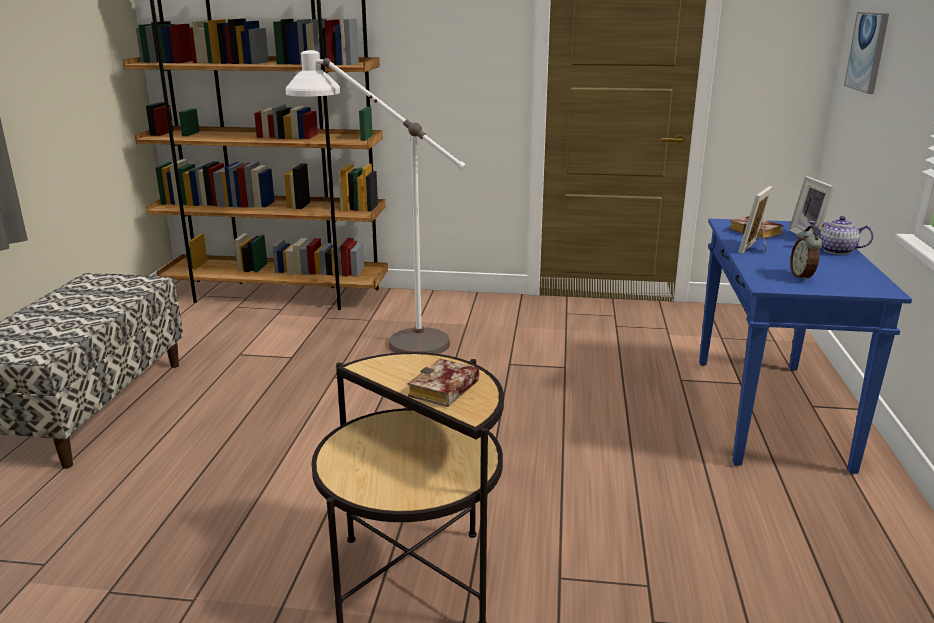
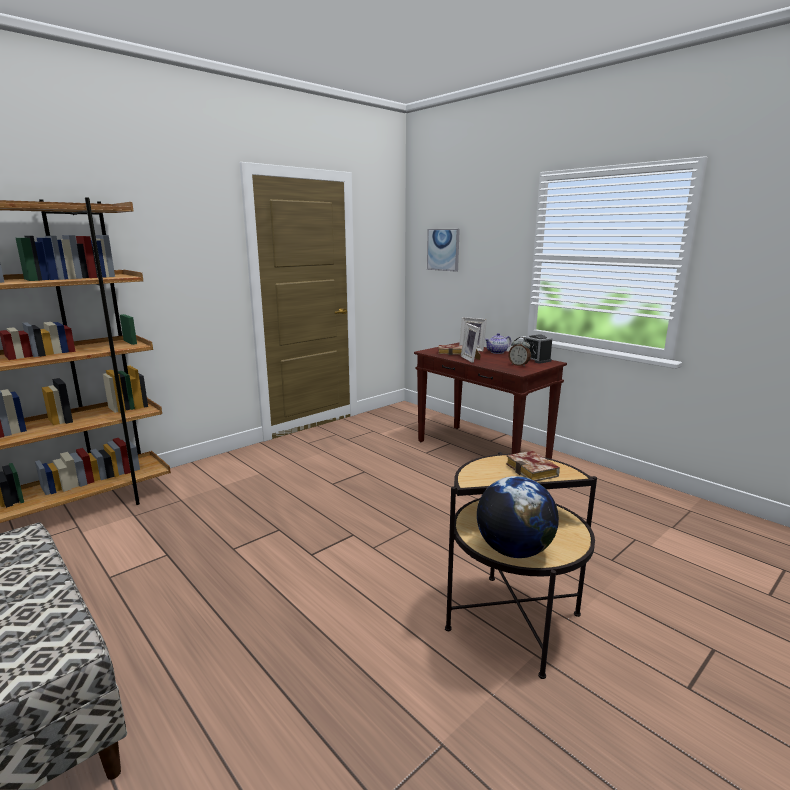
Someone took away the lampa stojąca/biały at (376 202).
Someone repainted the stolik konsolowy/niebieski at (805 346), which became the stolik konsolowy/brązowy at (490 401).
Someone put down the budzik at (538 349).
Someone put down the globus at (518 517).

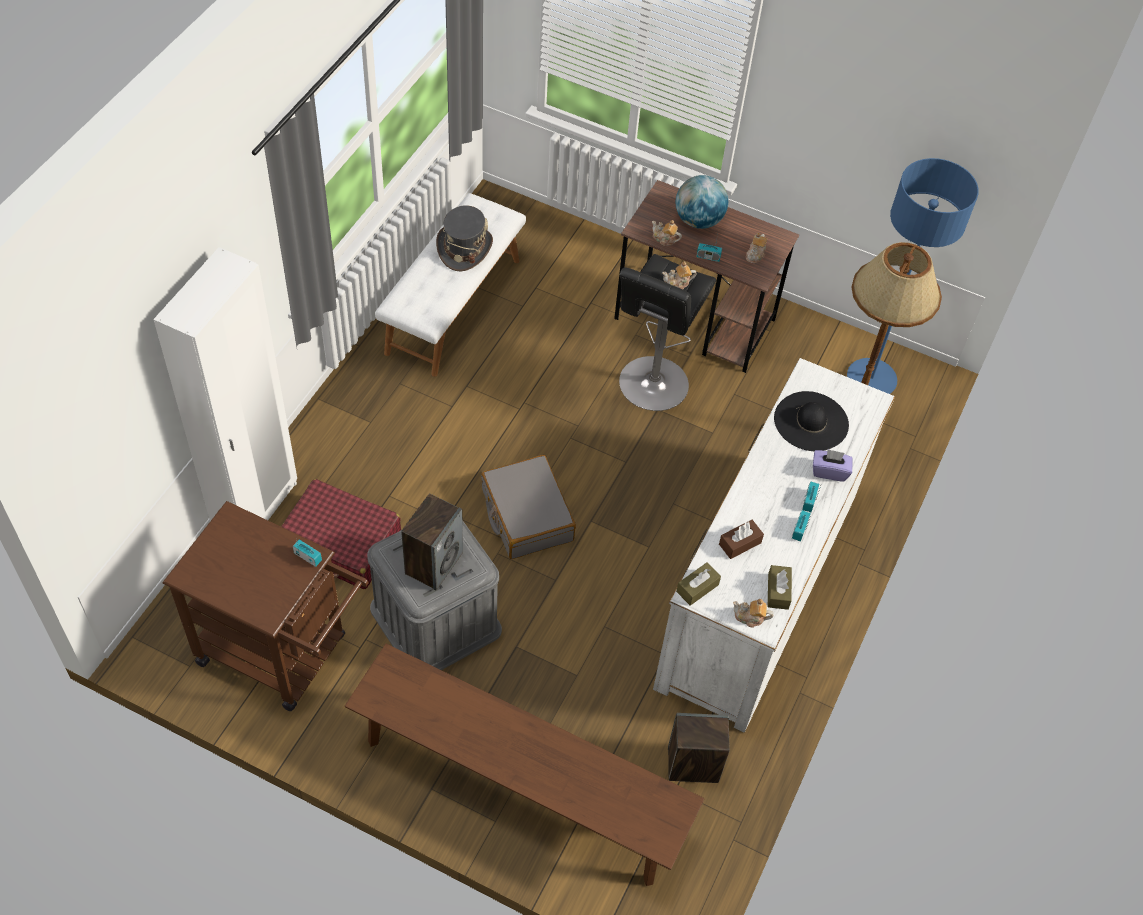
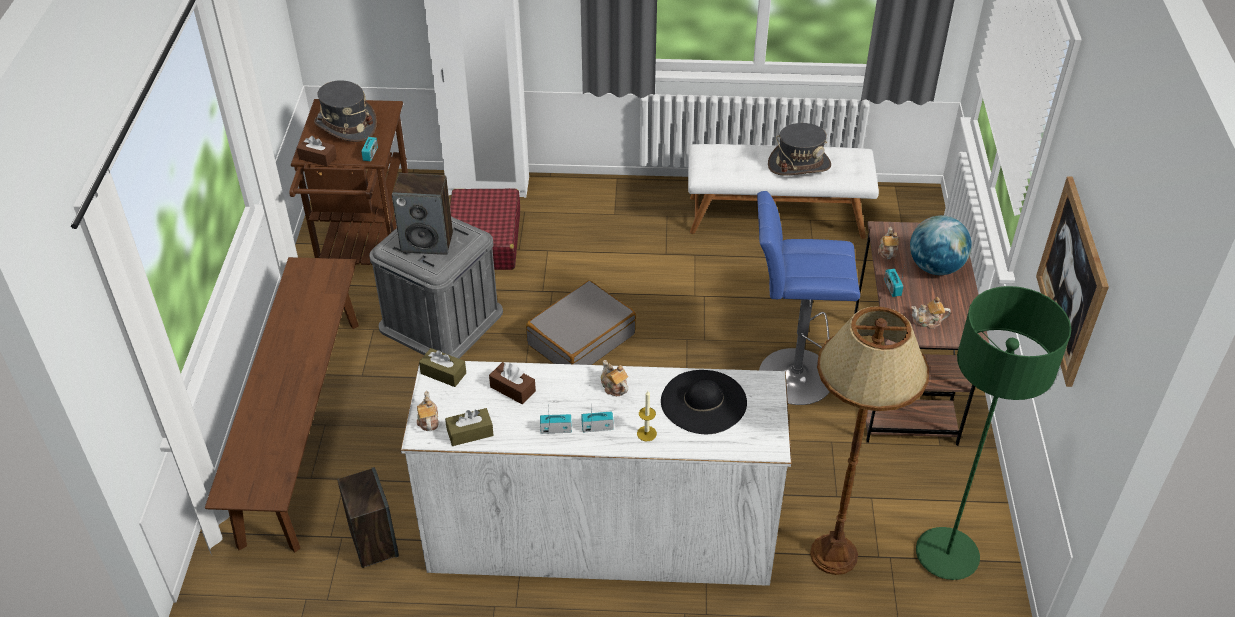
Someone repainted the lampa stojąca/niebieski at (913 276), which became the lampa stojąca/zielony at (993 433).
Someone repainted the stołek/czarny at (667 332), which became the stołek/niebieski at (808 298).
Someone carried the imbryk from (679 275) to (614 378).
Someone swapped the pudełko chusteczek/fioletowy at (832 465) for the świeca at (647 416).
Someone put down the kapelusz/szary at (345 111).
Someone put down the pudełko chusteczek/brązowy at (317 151).
Someone put up the obraz at (1072 282).

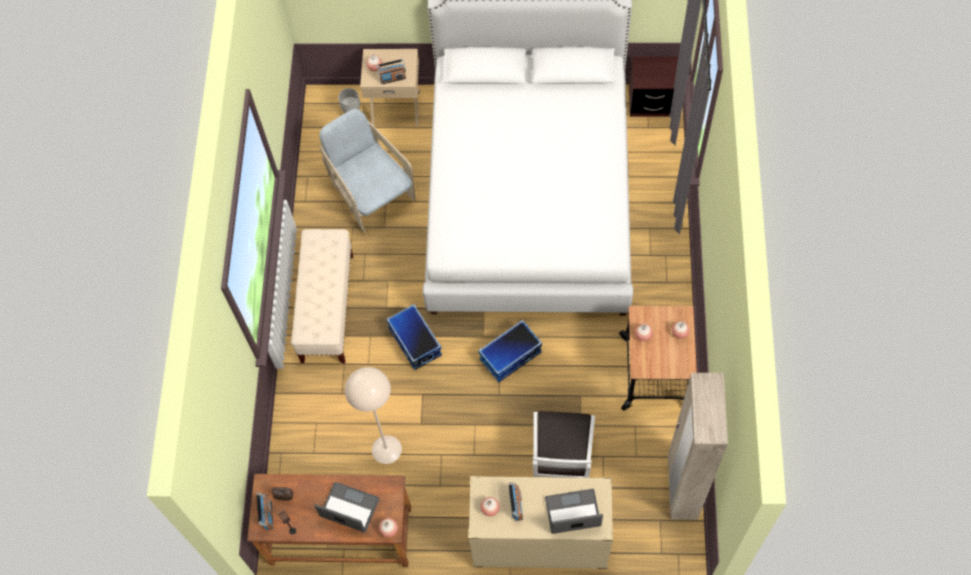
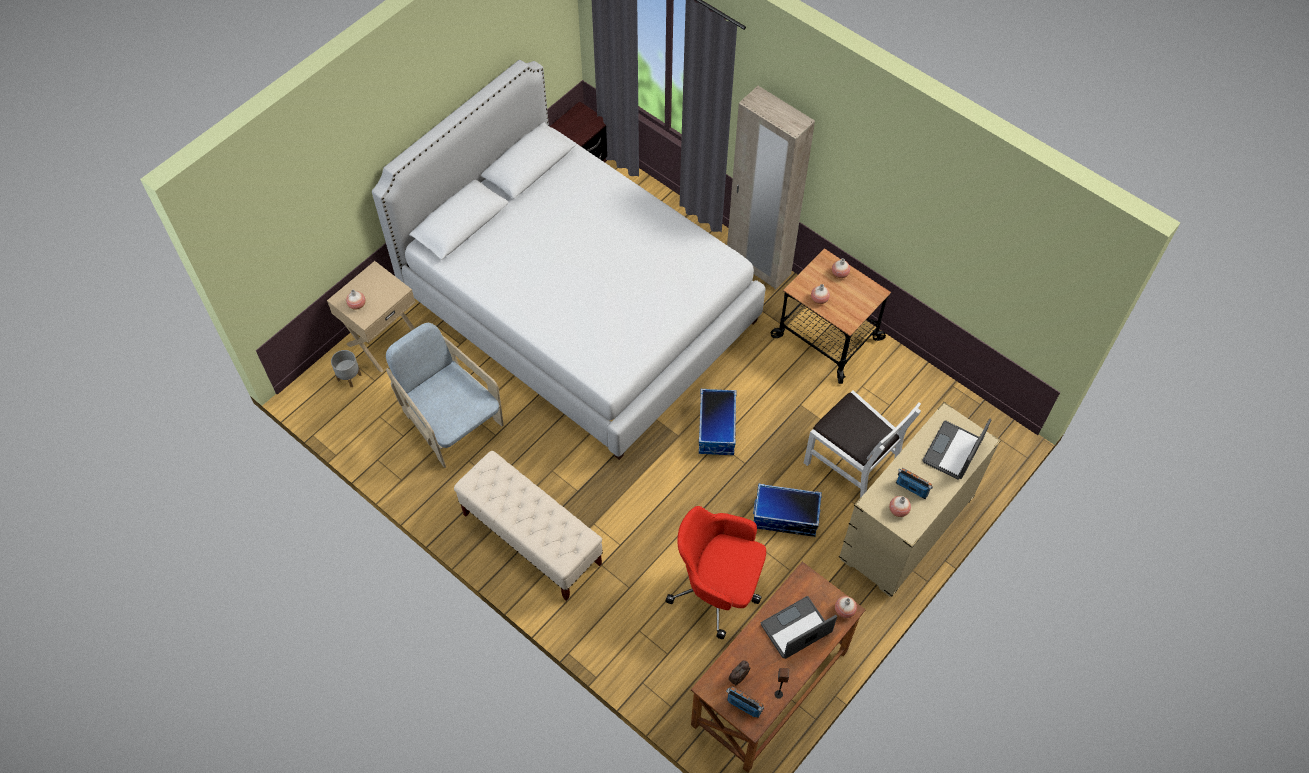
Someone took away the radio at (391 71).
Someone rotated the fotel/beżowy at (367 171) by 45 degrees clockwise.
Someone carried the pojemnik do przechowywania from (414 337) to (787 510).
Someone swapped the lampa stojąca/beżowy at (373 415) for the krzesło biurowe/czerwony at (715 572).
Someone carried the szafa/beżowy from (698 446) to (771 188).

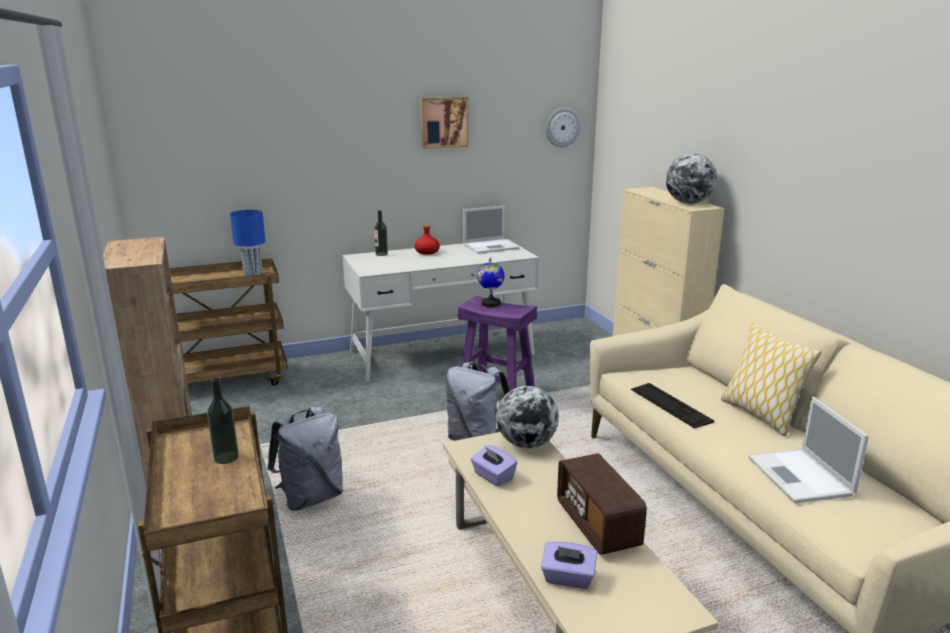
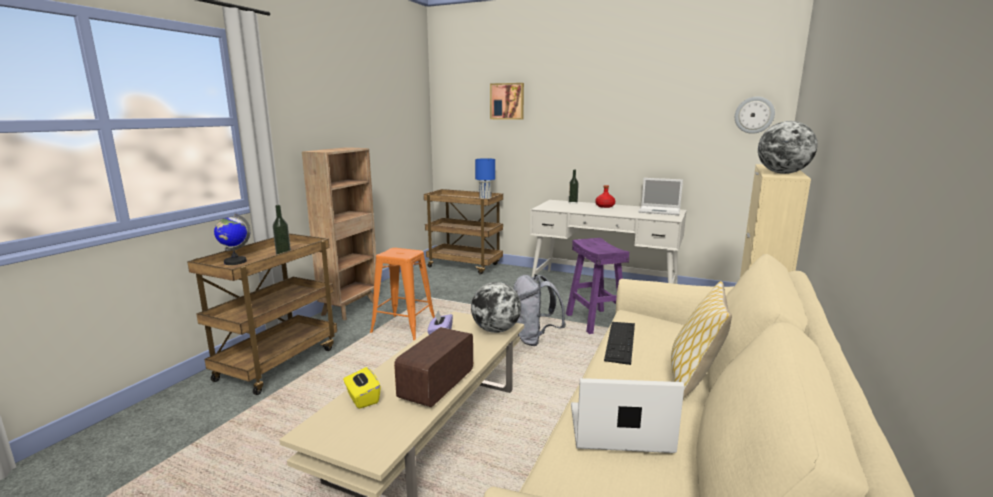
Someone carried the obraz from (444 123) to (507 101).
Someone carried the globus from (490 282) to (232 239).
Someone rotated the laptop at (808 450) by 60 degrees clockwise.
Someone swapped the plecak/szary at (305 459) for the stołek/pomarańczowy at (402 294).
Someone repainted the pudełko chusteczek/fioletowy at (569 565), which became the pudełko chusteczek/żółty at (362 388).

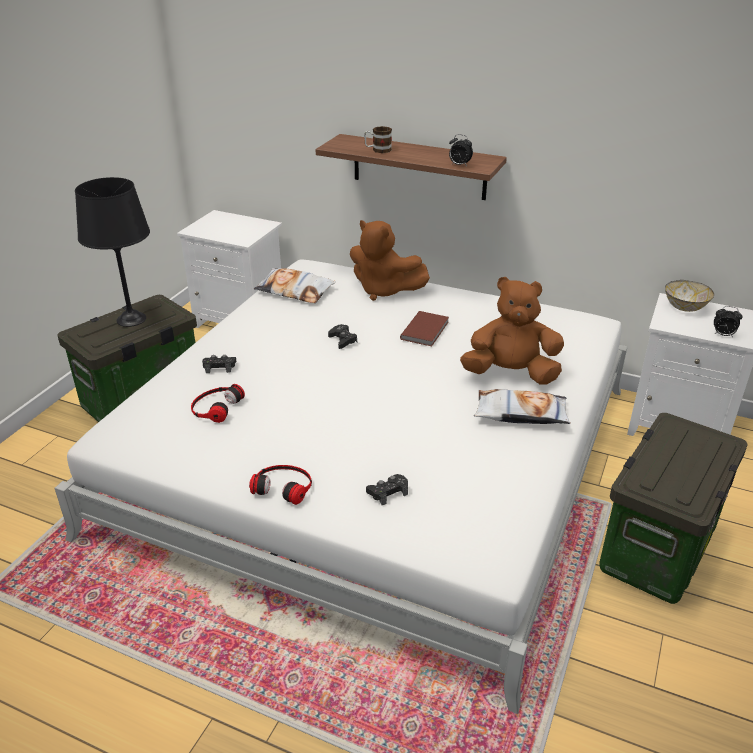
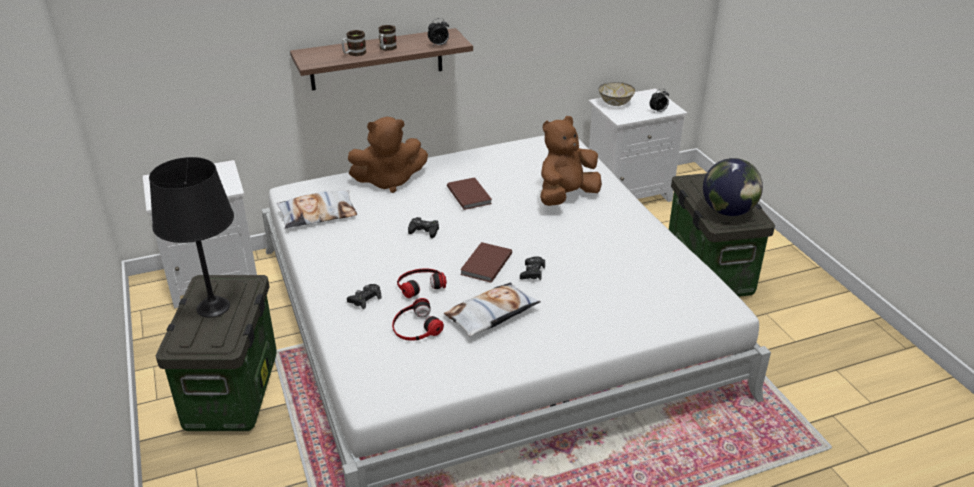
Someone carried the poduszka from (522 406) to (492 309).
Someone carried the słuchawki from (280 485) to (422 283).
Someone carried the pad do gier/czarny from (387 489) to (532 269).
Someone put down the kubek at (387 38).
Someone put down the globus at (733 187).
Someone put down the książka/brązowy at (486 262).

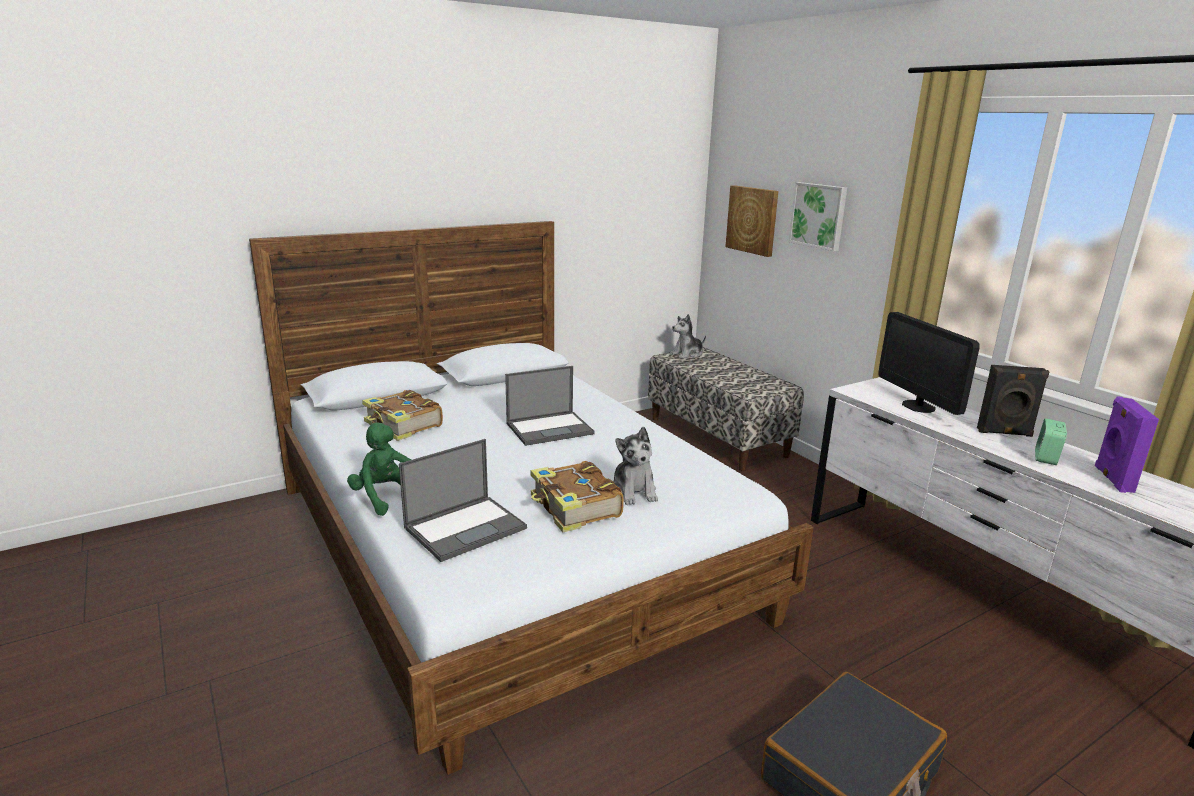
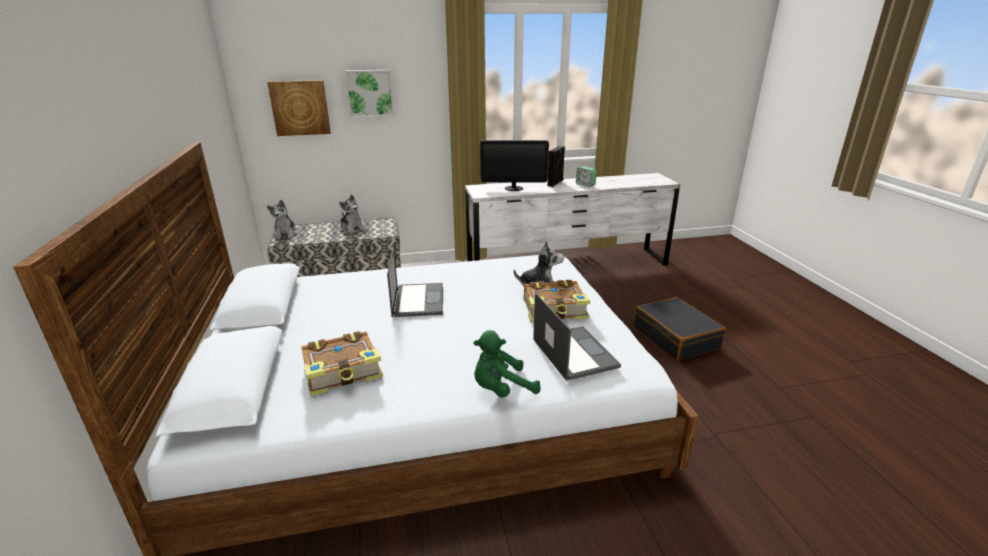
Someone took away the głośnik/fioletowy at (1127 444).
Someone put down the pluszak at (352 214).

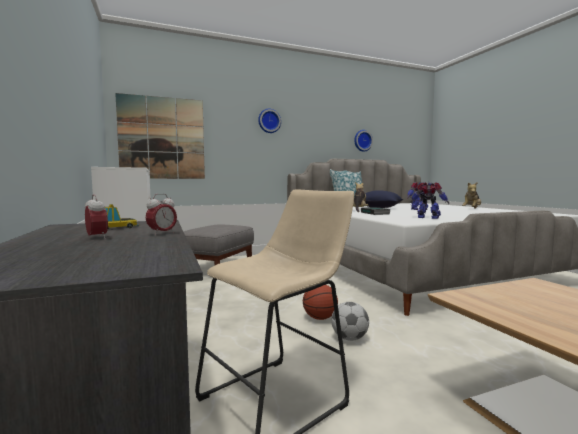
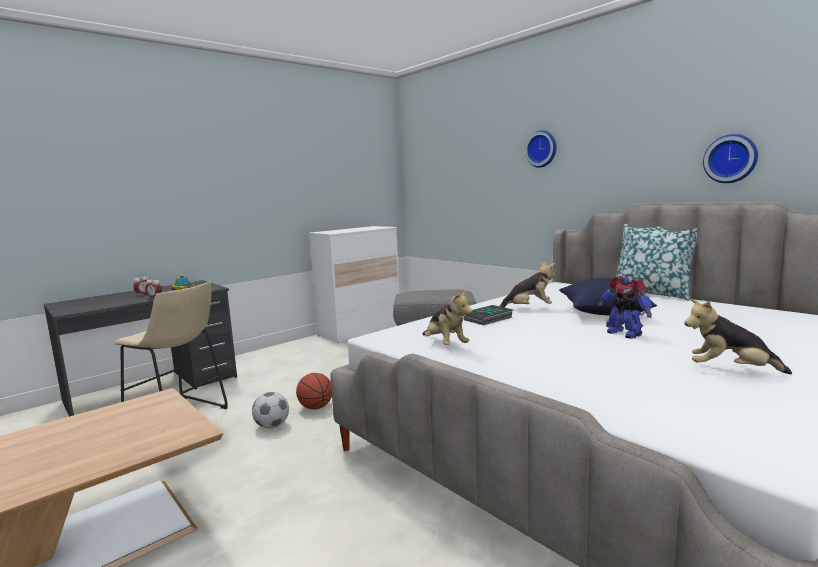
Someone took away the obraz at (160 136).
Someone swapped the robot zabawkowy at (430 200) for the pluszak at (447 317).

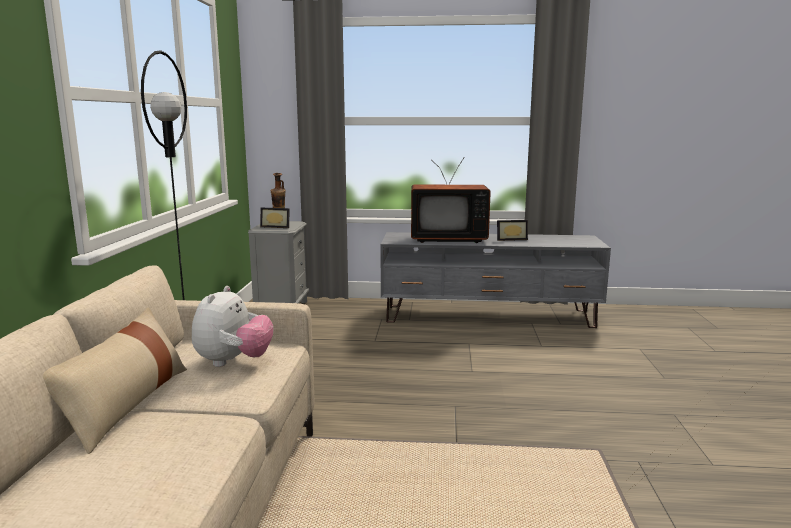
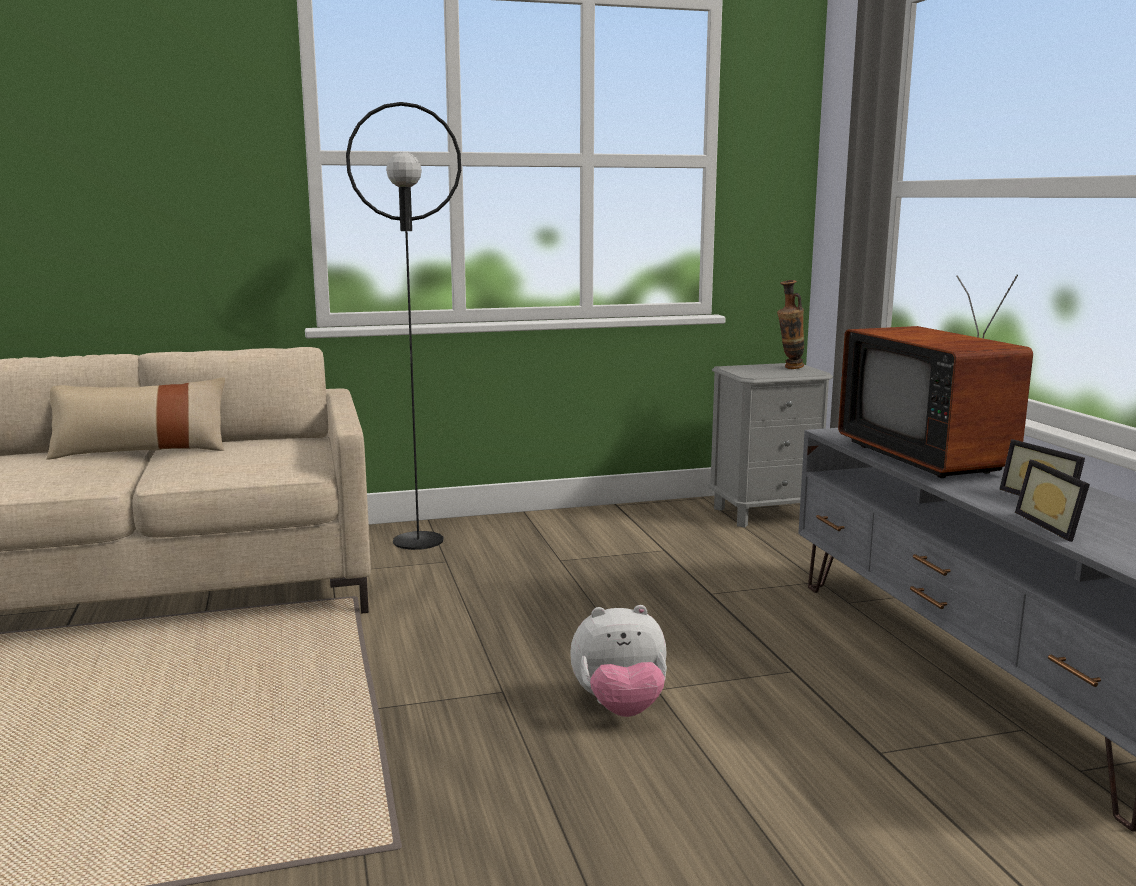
Someone carried the ramka na zdjęcie from (275 218) to (1052 500).
Someone carried the pluszak from (233 326) to (618 661).

